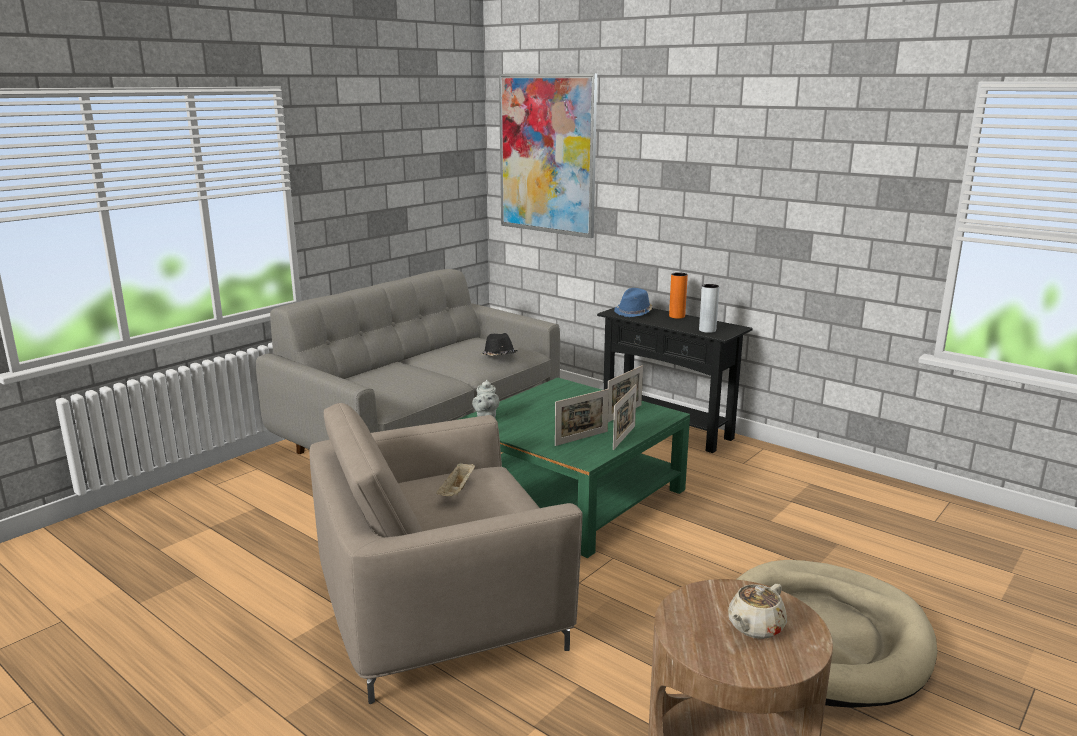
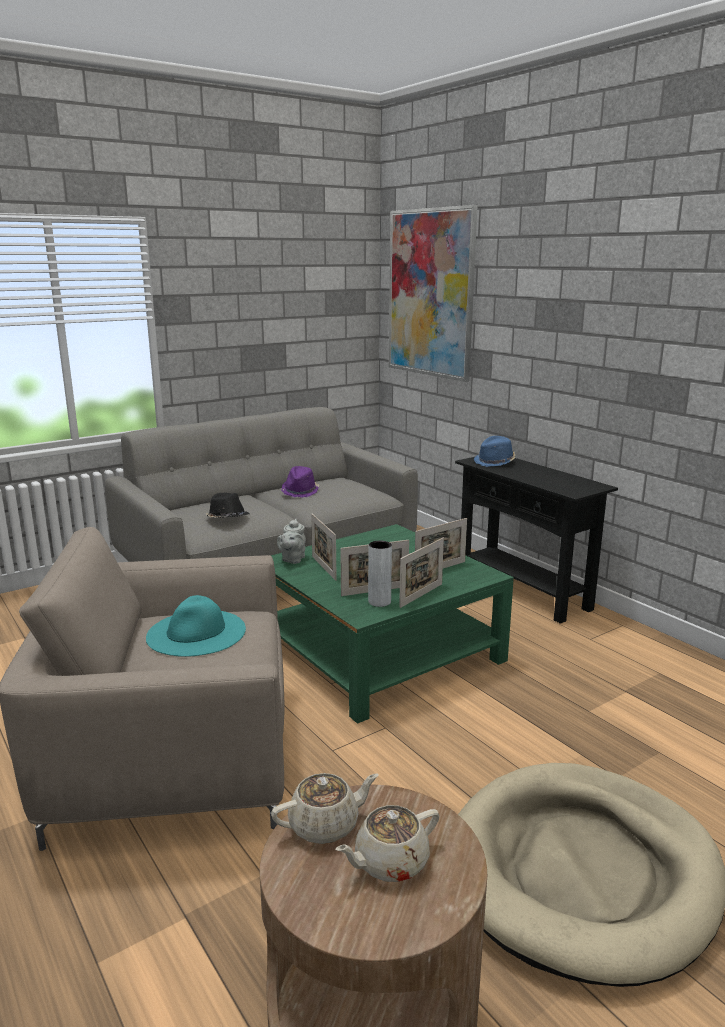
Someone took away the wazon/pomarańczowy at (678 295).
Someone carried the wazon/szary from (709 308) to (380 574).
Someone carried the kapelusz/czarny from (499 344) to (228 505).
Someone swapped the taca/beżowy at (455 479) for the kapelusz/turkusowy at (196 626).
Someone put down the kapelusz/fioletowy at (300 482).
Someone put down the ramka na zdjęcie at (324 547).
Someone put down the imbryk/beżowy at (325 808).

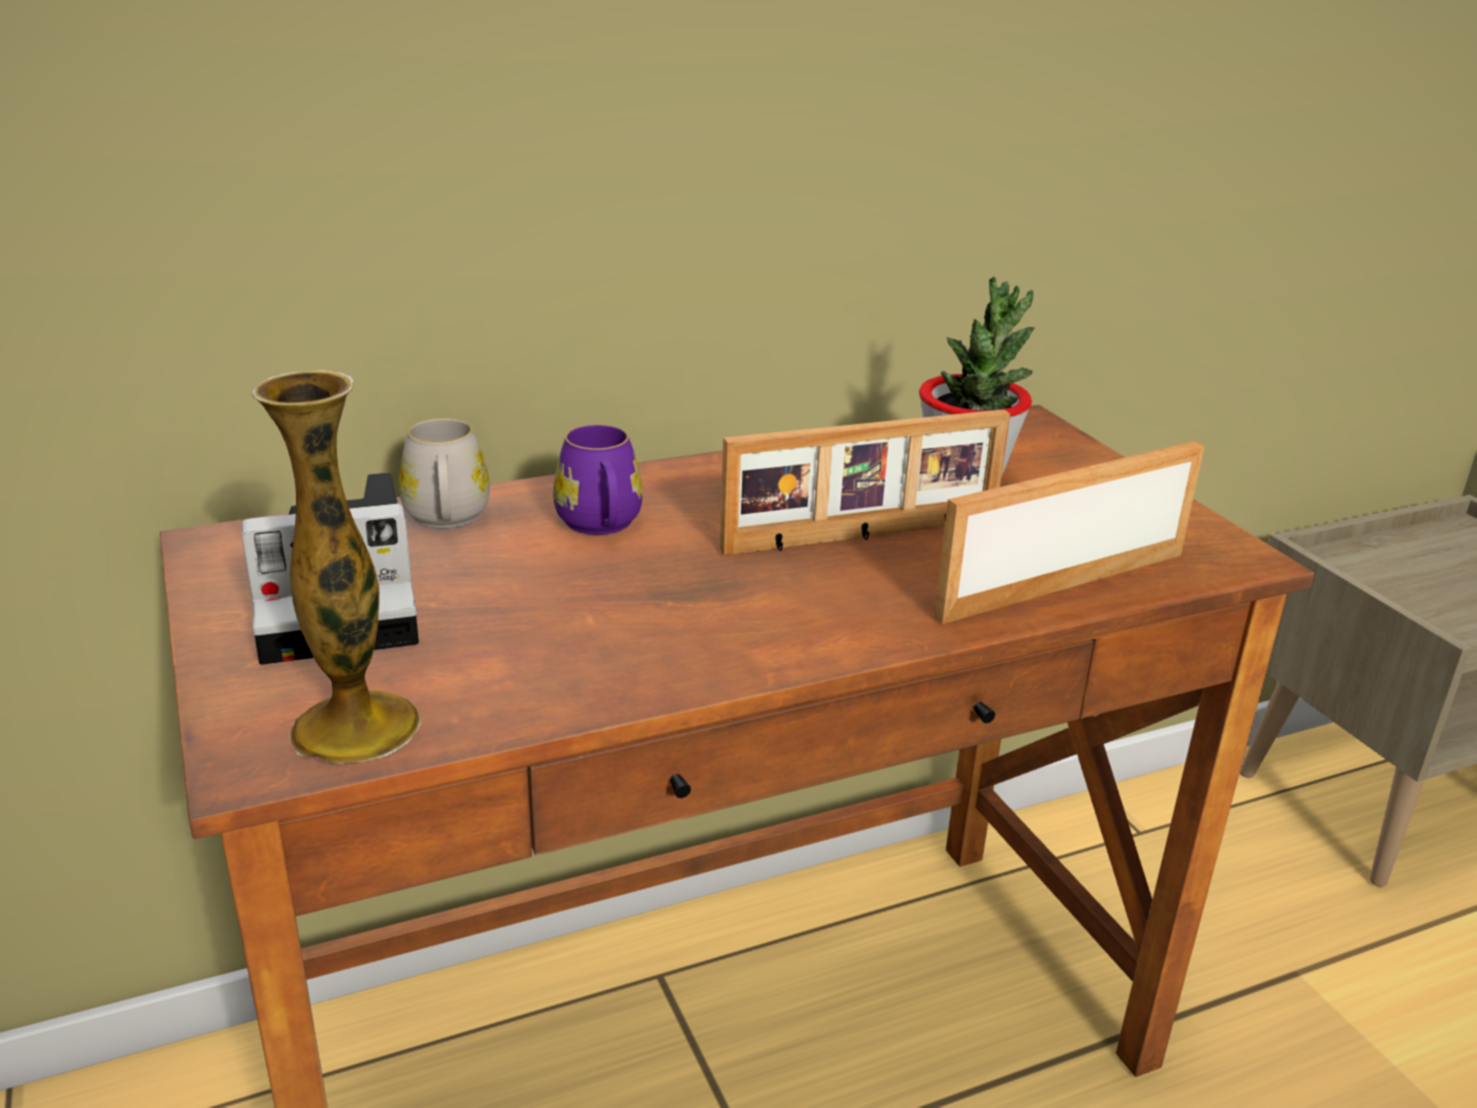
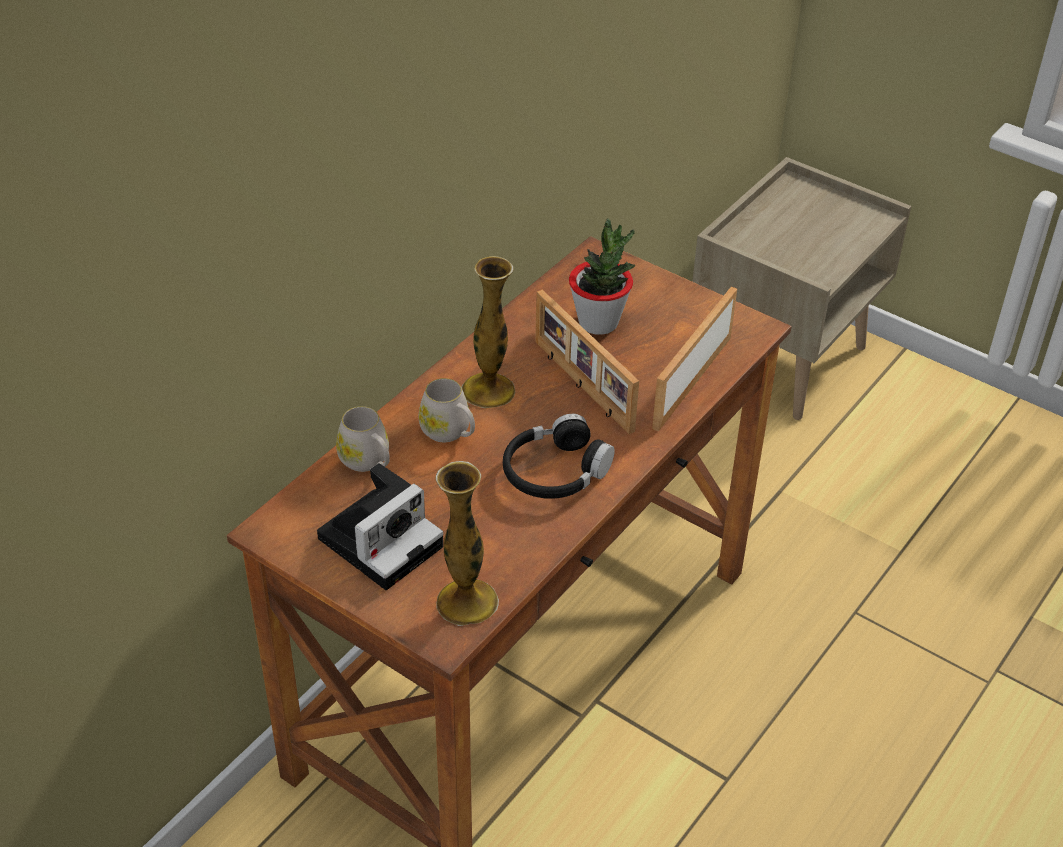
Someone rotated the ramka na zdjęcie at (865 482) by 105 degrees clockwise.
Someone repainted the kubek/fioletowy at (598 479), which became the kubek/biały at (447 410).
Someone put down the wazon at (488 332).
Someone put down the słuchawki/czarny at (559 456).

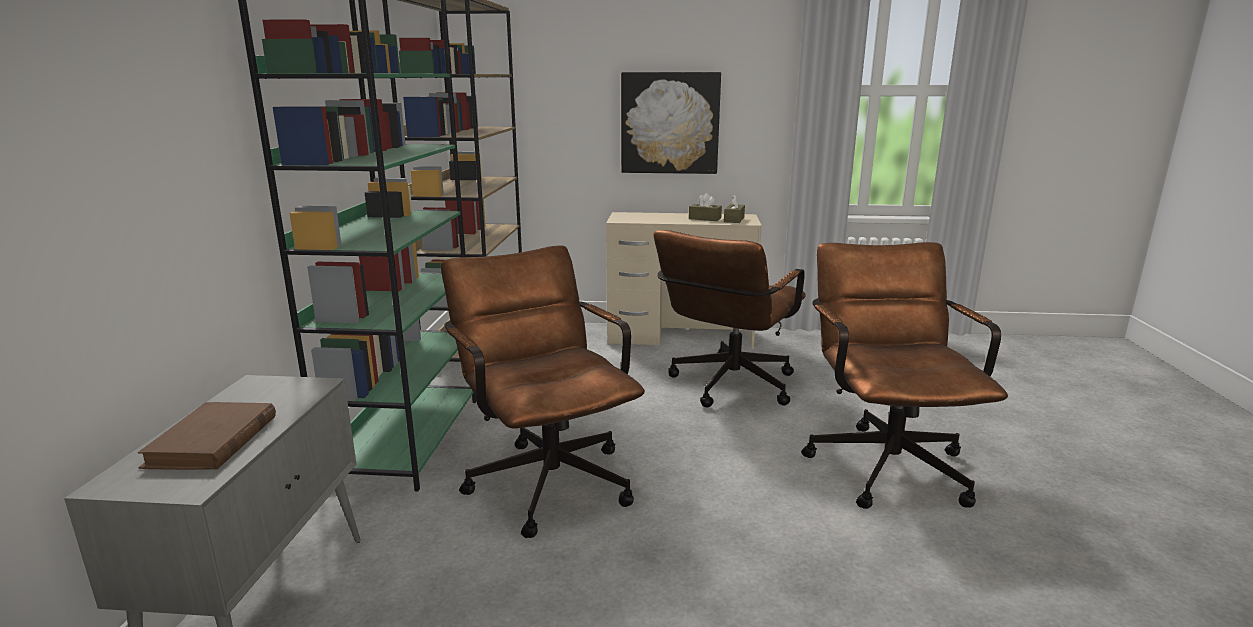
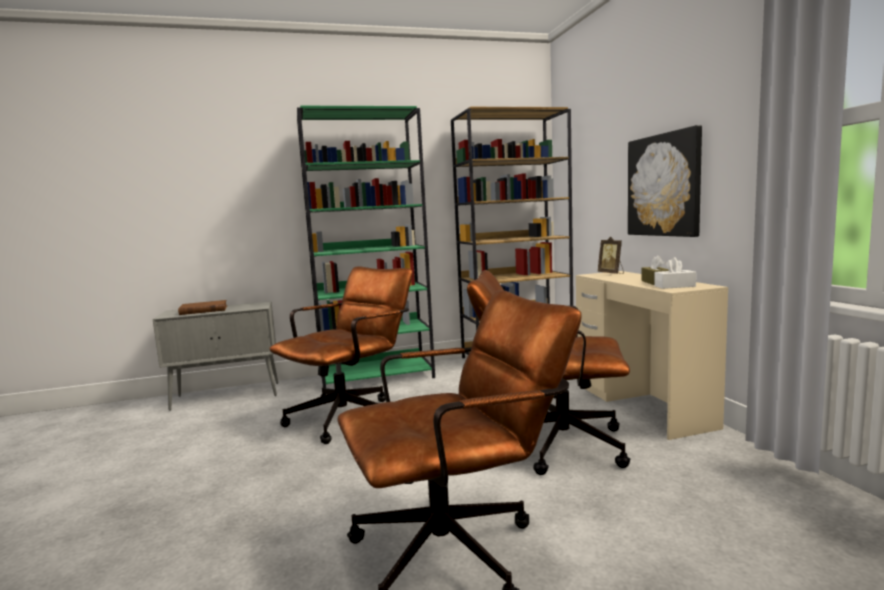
Someone repainted the pudełko chusteczek/brązowy at (734 208), which became the pudełko chusteczek/biały at (675 273).
Someone put down the ramka na zdjęcie at (611 255).

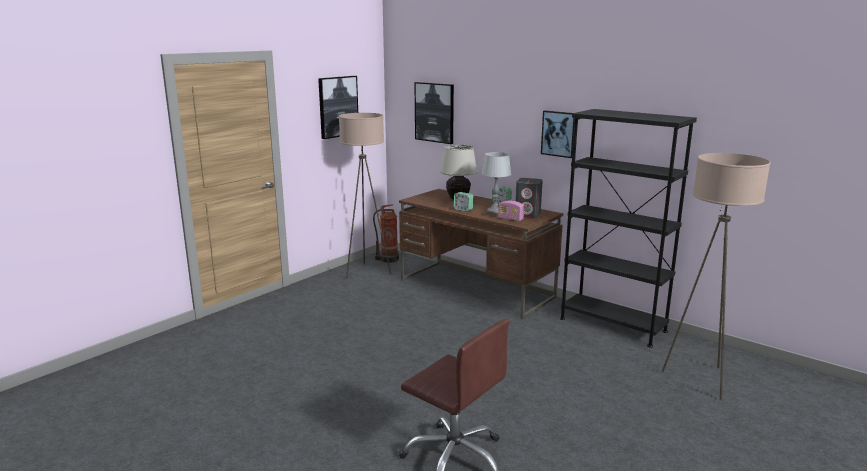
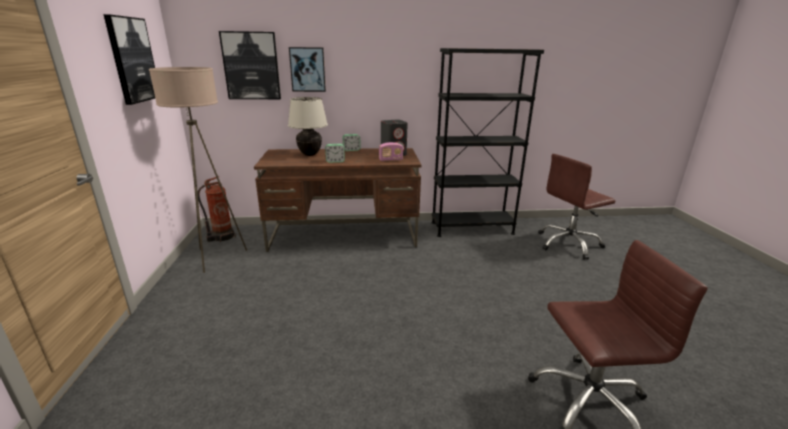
Someone carried the obraz from (558 134) to (307 69).
Someone took away the lampa stołowa/szary at (496 182).
Someone swapped the lampa stojąca/beżowy at (716 276) for the krzesło biurowe/brązowy at (576 207).

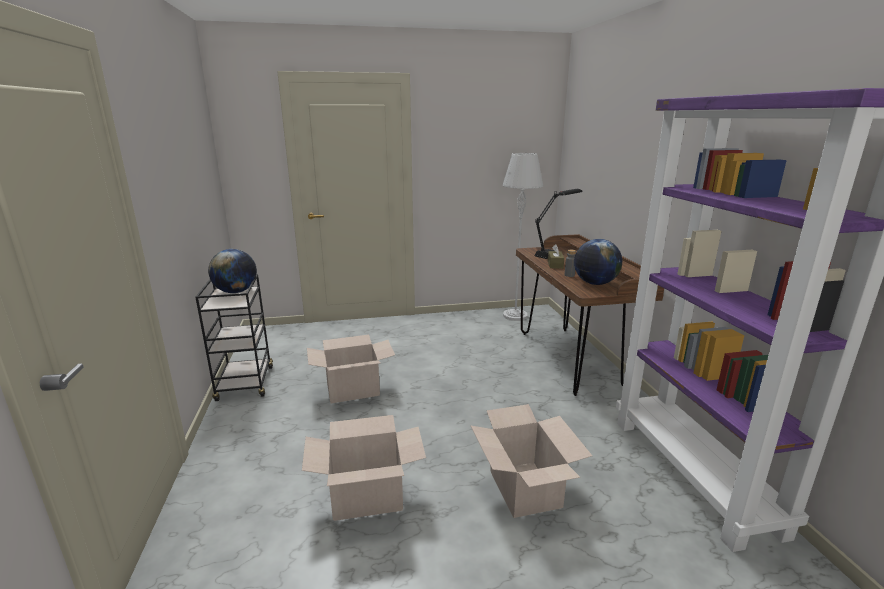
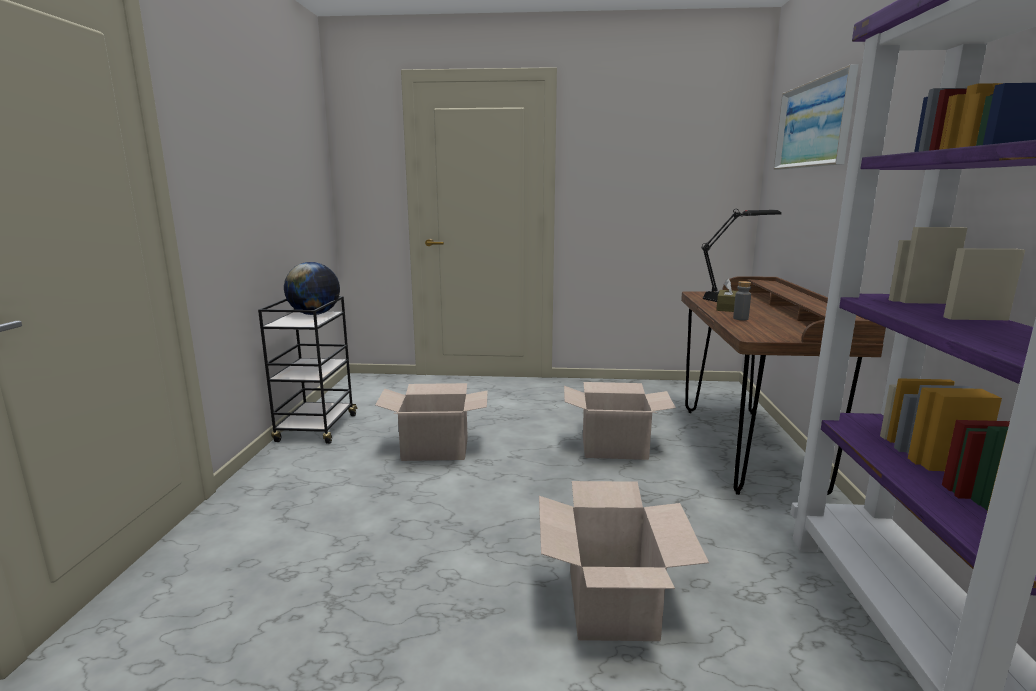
Someone took away the lampa stojąca/szary at (522 237).
Someone took away the globus at (598 262).
Someone carried the karton from (364 468) to (620 421).
Someone put up the obraz at (816 117).

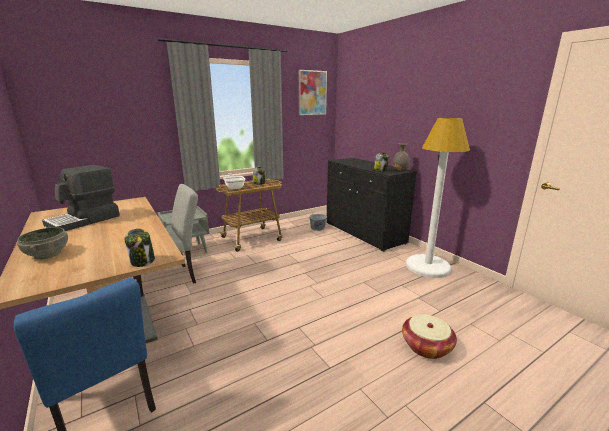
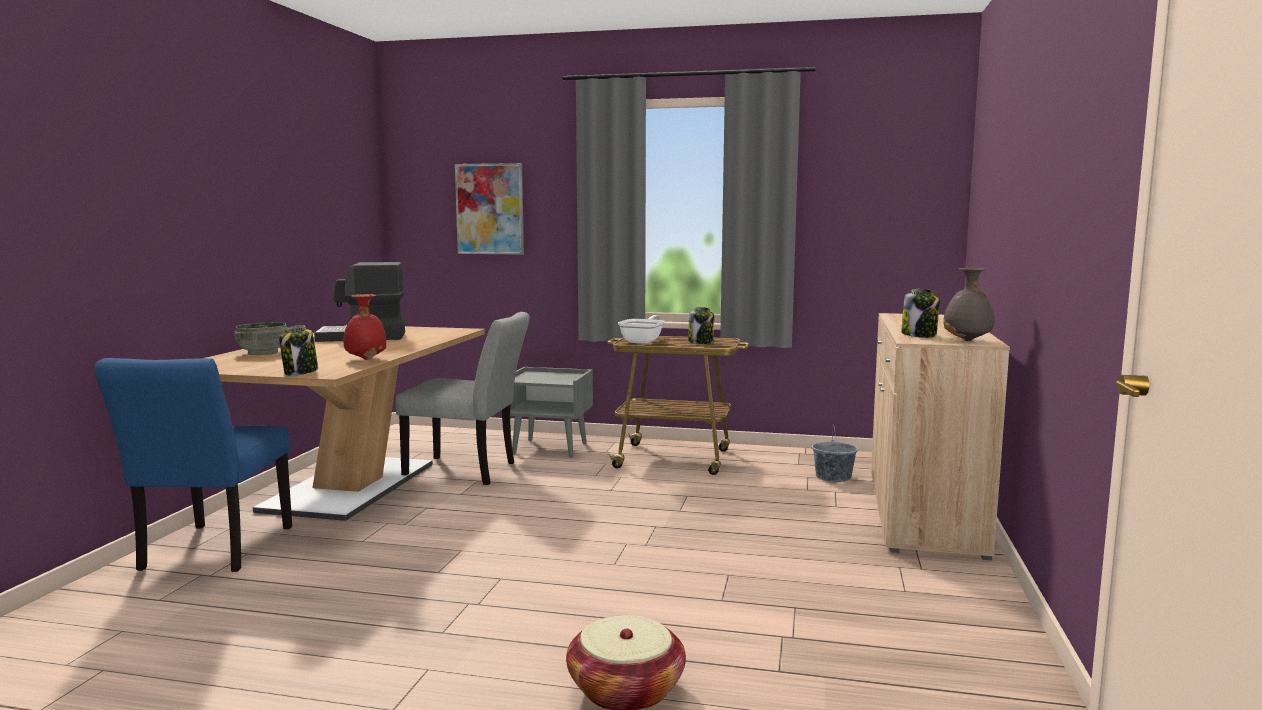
Someone carried the obraz from (313 92) to (489 209).
Someone took away the lampa stojąca/biały at (438 198).
Someone repainted the szafka/czarny at (371 205), which became the szafka/beżowy at (940 437).
Someone put down the wazon/czerwony at (364 327).

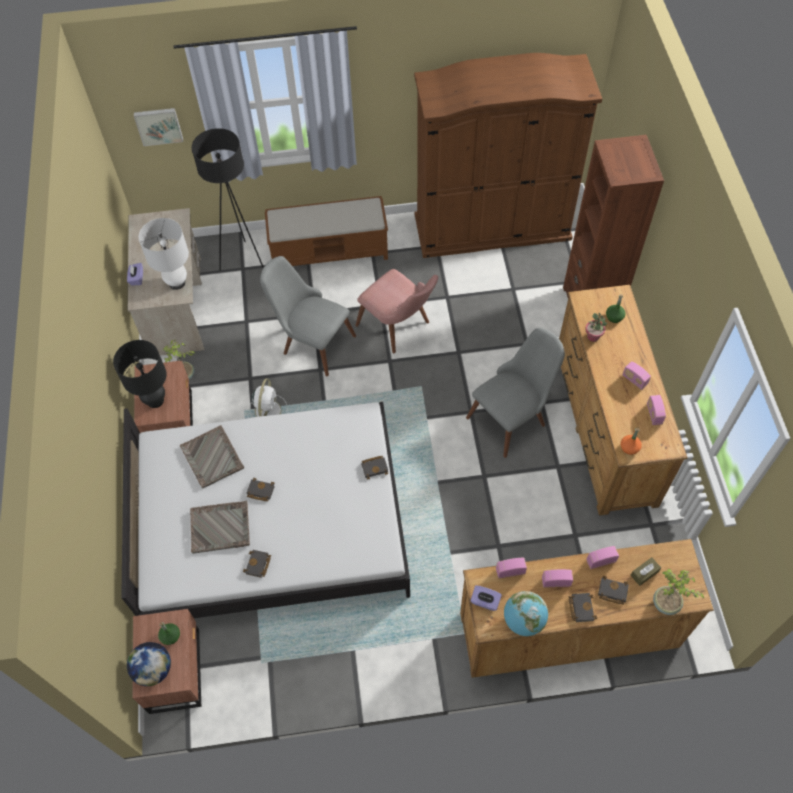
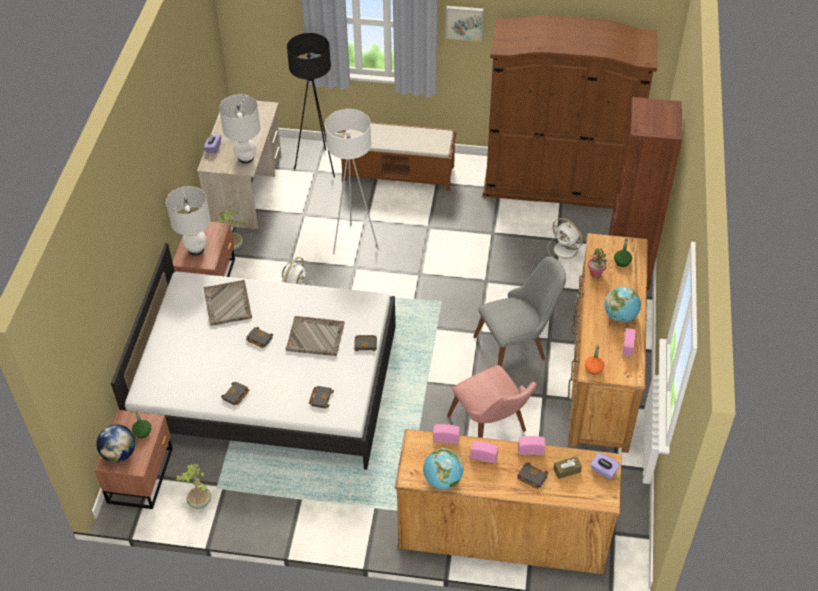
Someone carried the obraz from (158 127) to (465 24).
Someone swapped the krzesło/szary at (308 316) for the lampa stojąca/biały at (352 181).
Someone carried the krzesło/różowy from (396 311) to (492 401).
Someone repainted the lampa stołowa/czarny at (140 374), which became the lampa stołowa/biały at (188 221).
Someone swapped the radio at (637 375) for the globus at (623 305).
Someone carried the taca/szary from (220 527) to (315 336).
Someone carried the roślina doniczkowa from (678 592) to (193 486).
Someone carried the pudełko chusteczek/fioletowy from (486 598) to (605 465).
Someone carried the książka/czarny from (583 607) to (321 397).
Someone put down the wentylator/biały at (566 240).

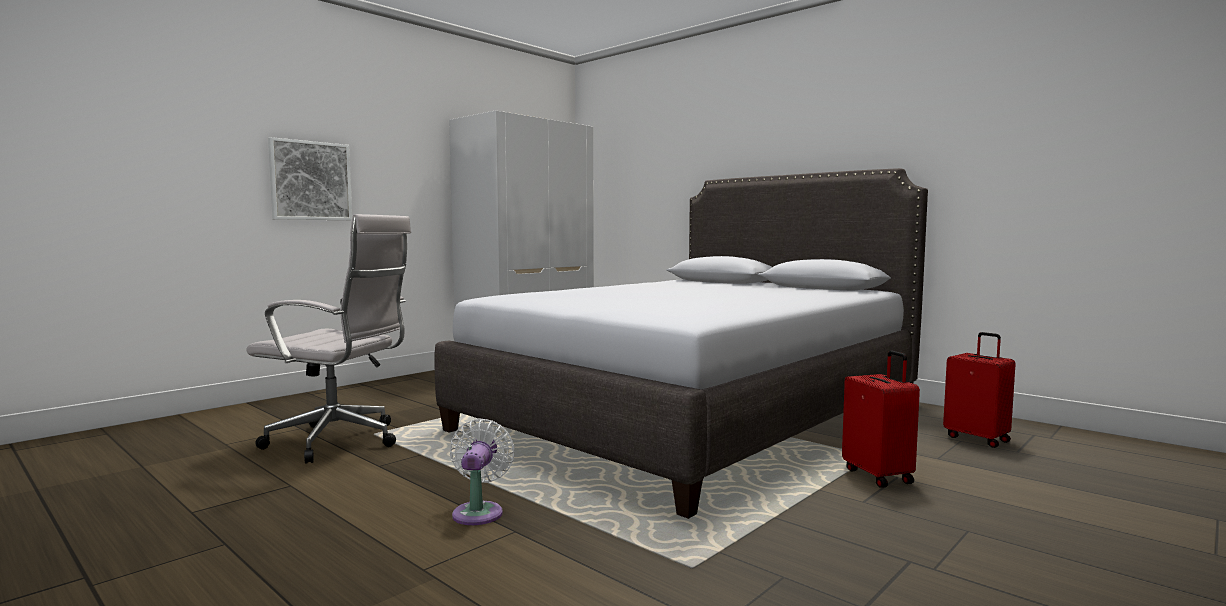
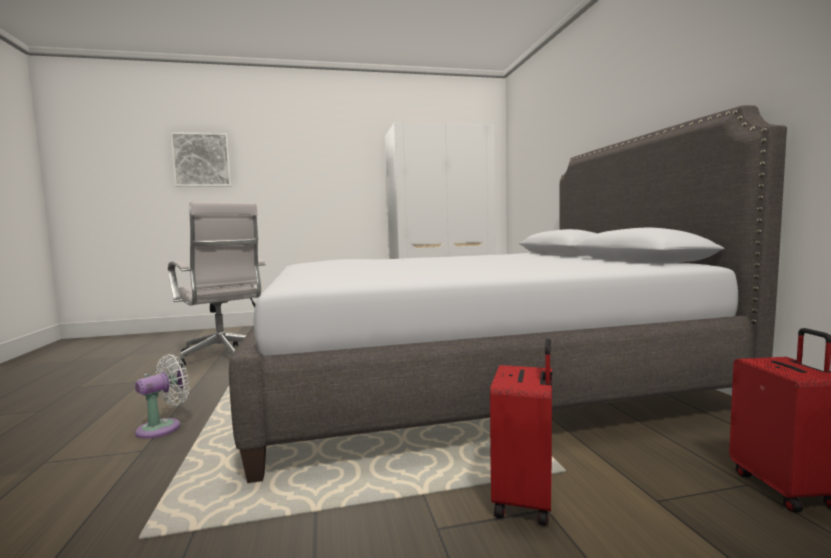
Someone carried the obraz from (310 178) to (201 159).

